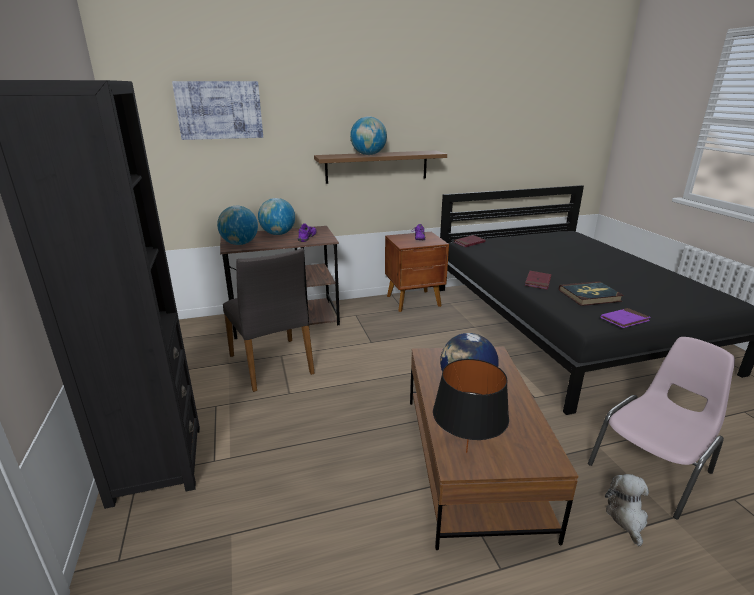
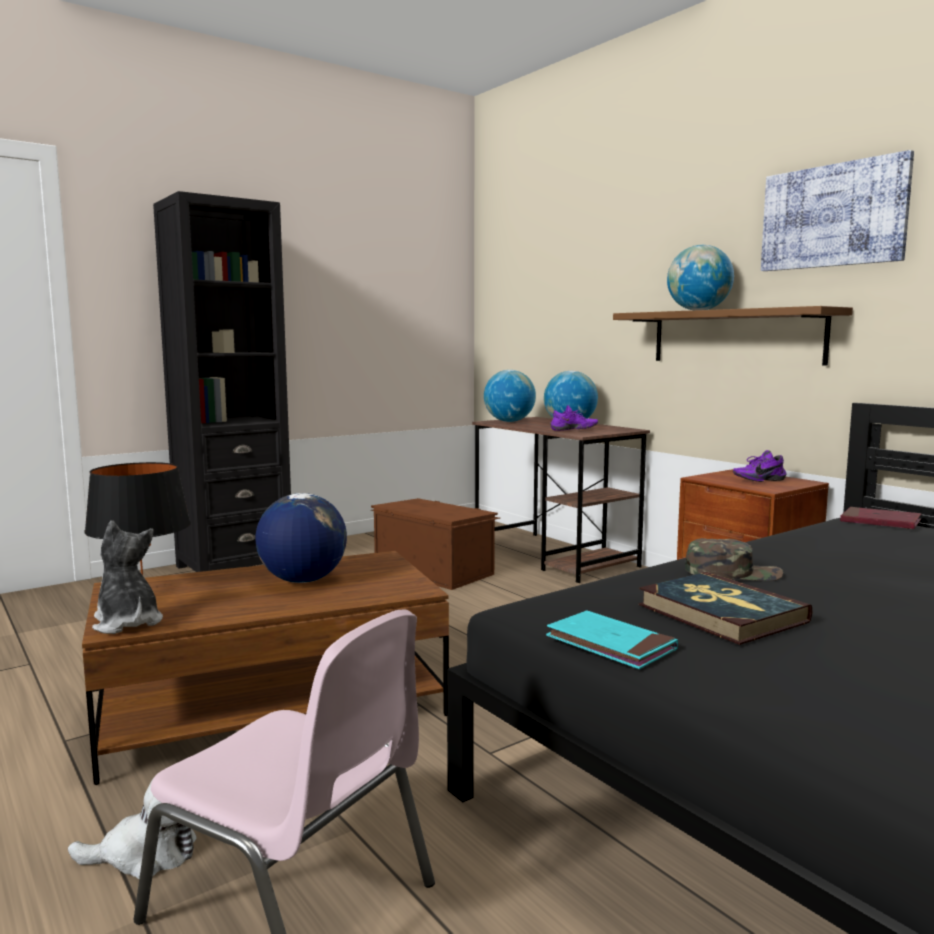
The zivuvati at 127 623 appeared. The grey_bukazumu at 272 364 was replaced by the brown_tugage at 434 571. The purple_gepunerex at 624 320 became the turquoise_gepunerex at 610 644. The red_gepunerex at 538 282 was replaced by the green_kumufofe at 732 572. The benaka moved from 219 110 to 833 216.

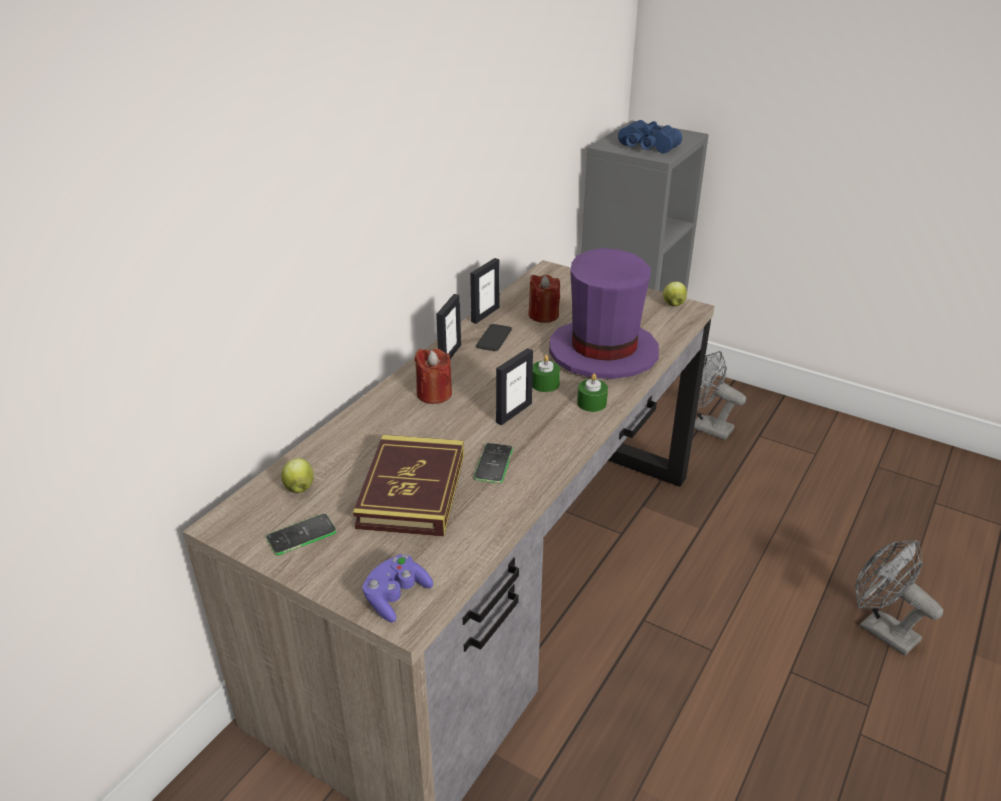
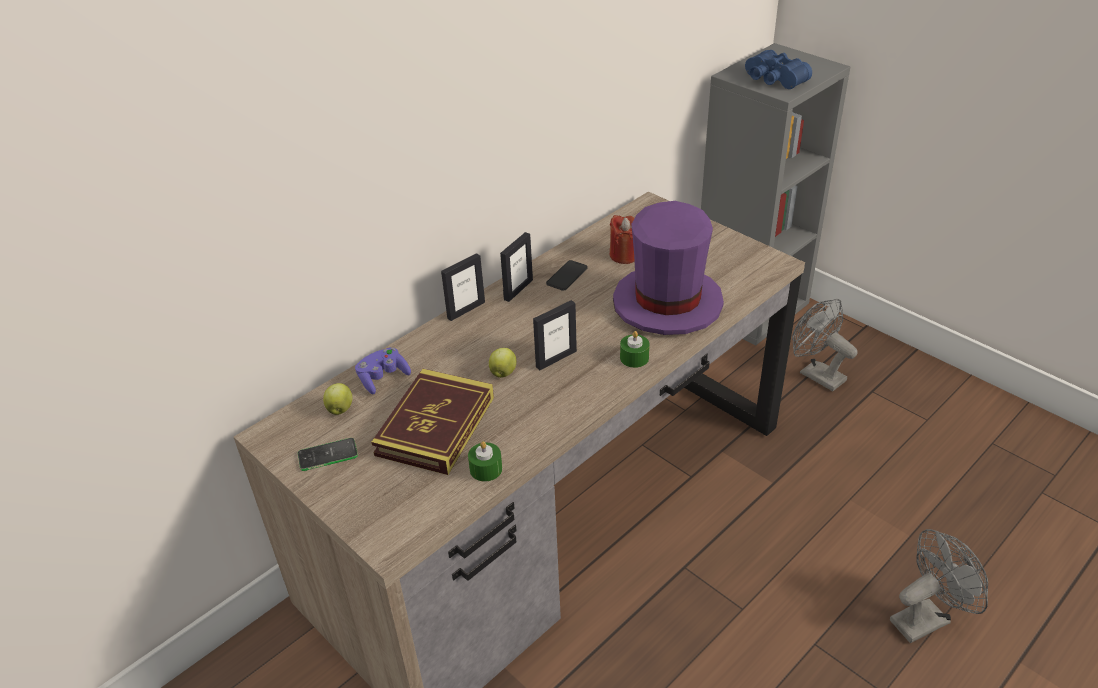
The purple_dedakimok moved from 396 597 to 383 378. The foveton moved from 485 314 to 466 310. The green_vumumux moved from 545 384 to 486 469. The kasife moved from 673 304 to 503 372. The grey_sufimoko at 880 629 turned 90 degrees clockwise. The red_vumumux at 434 394 disappeared. The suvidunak at 493 464 disappeared.

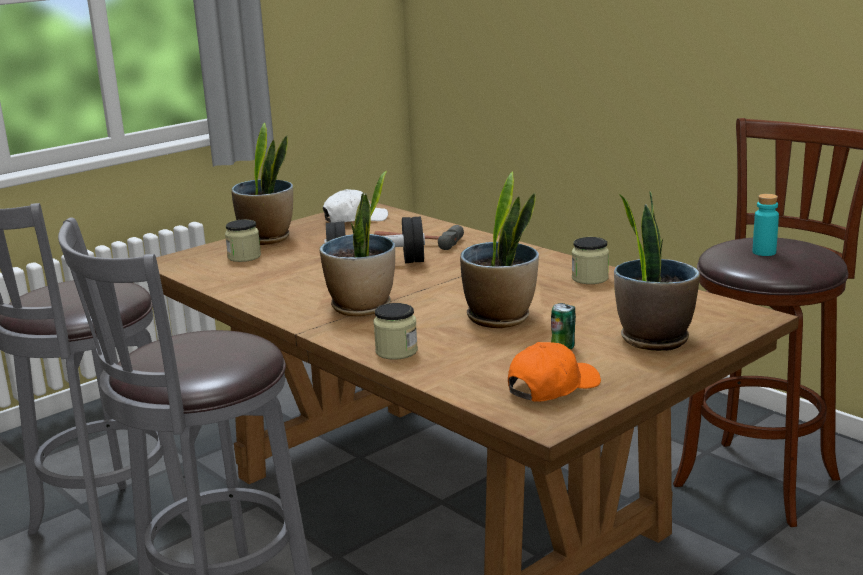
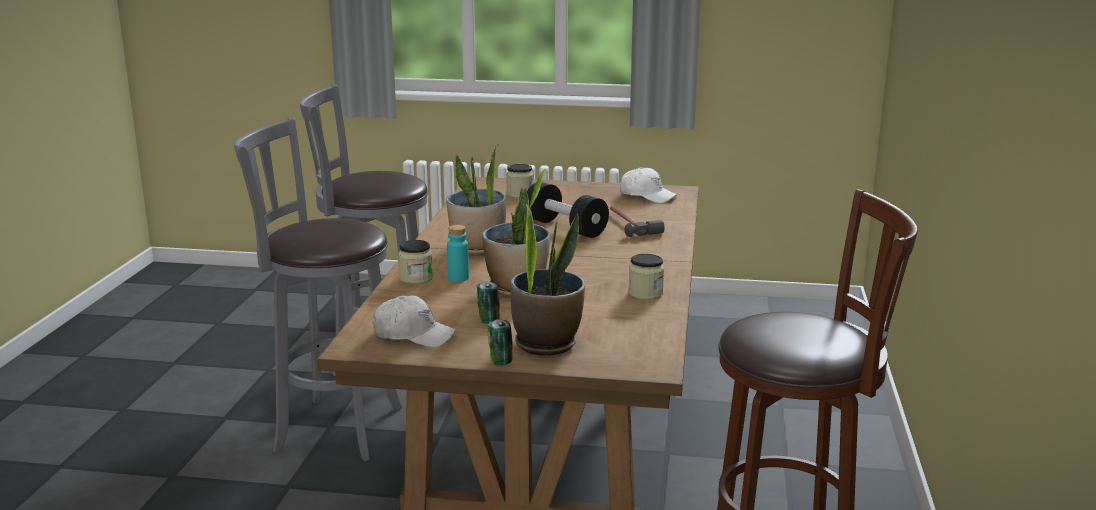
The orange_kumufofe at 552 387 became the white_kumufofe at 413 335. The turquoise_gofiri moved from 764 252 to 458 278. The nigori at 500 361 appeared. The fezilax at 267 238 disappeared.

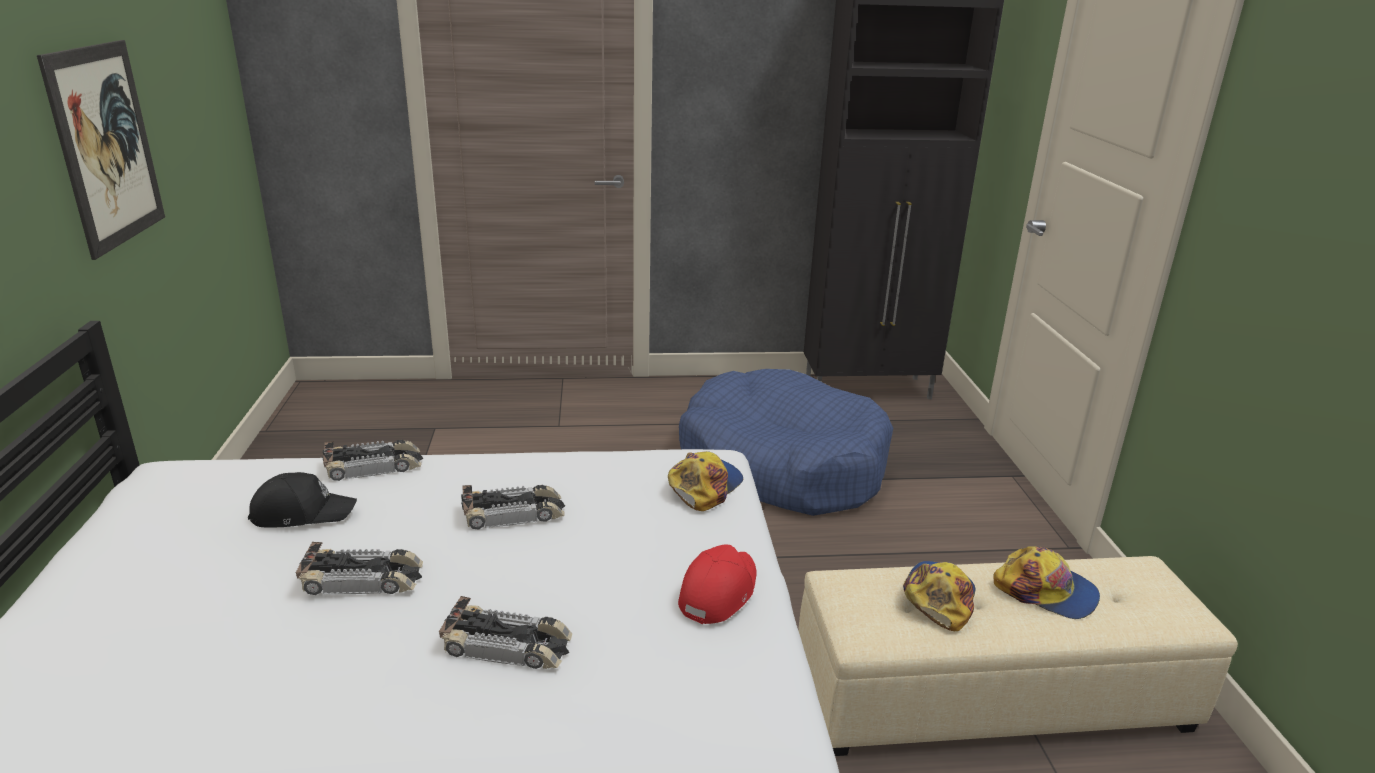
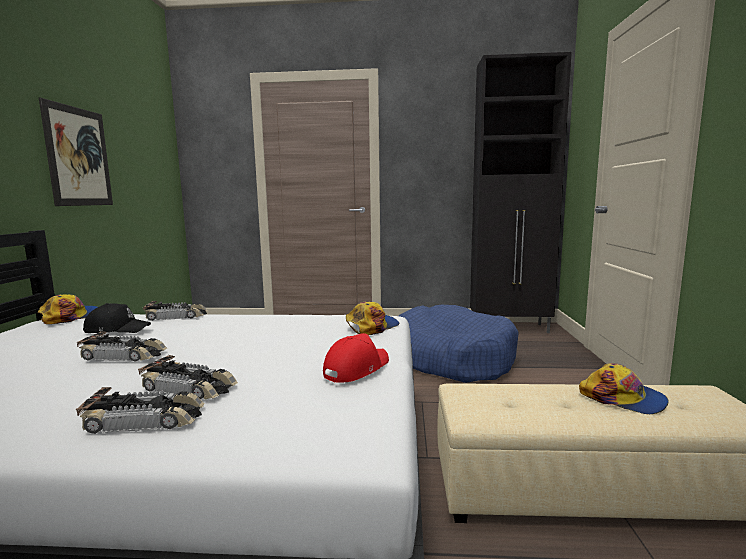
The kumufofe moved from 939 597 to 72 317. The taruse moved from 514 513 to 146 419.

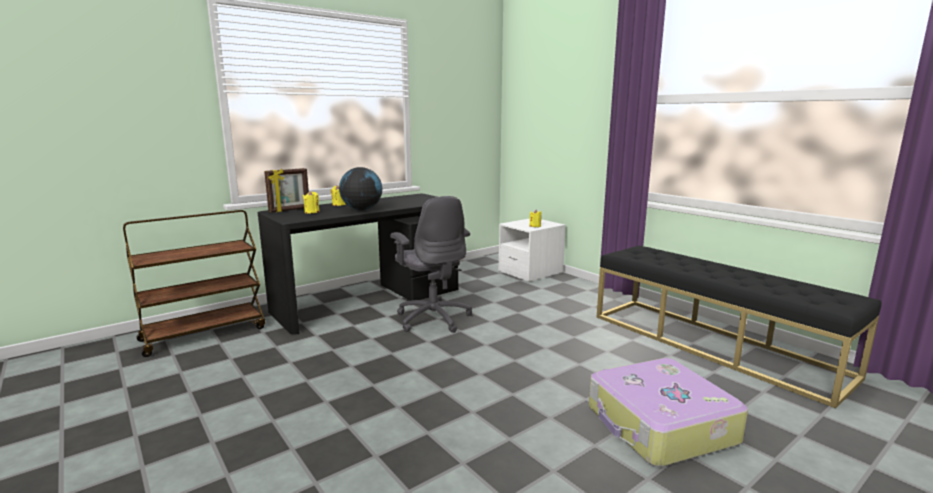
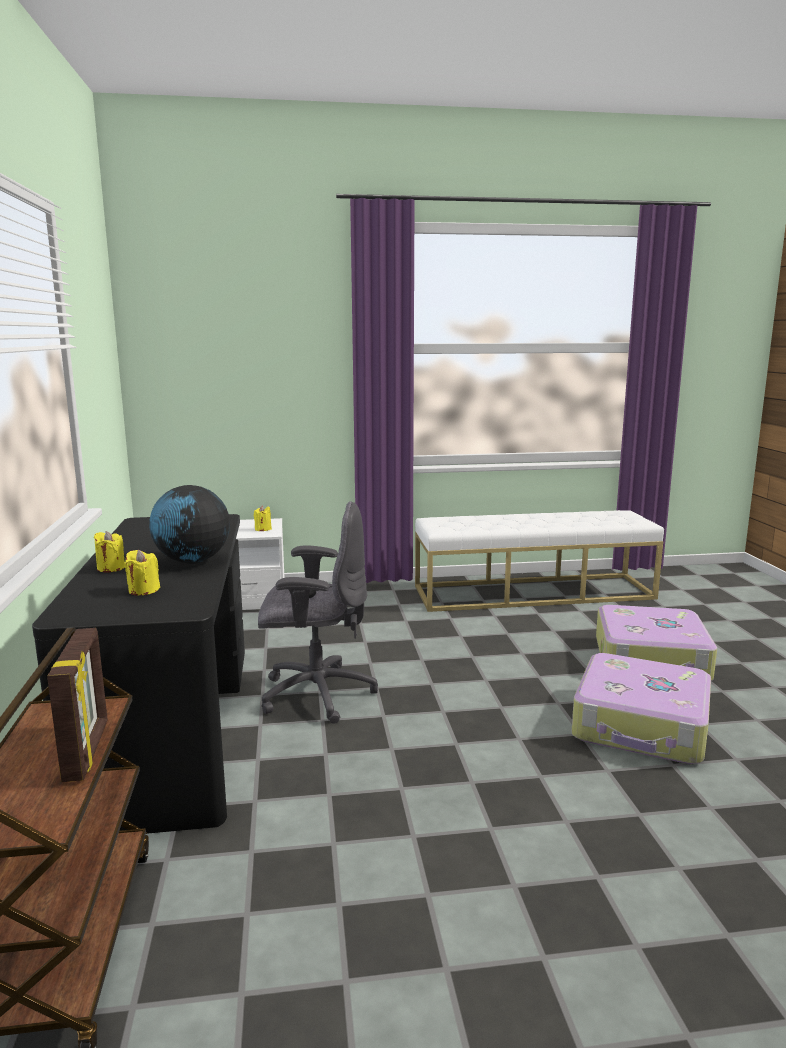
The foveton moved from 289 210 to 88 751. The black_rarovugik at 713 344 became the white_rarovugik at 533 592. The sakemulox at 641 726 appeared.

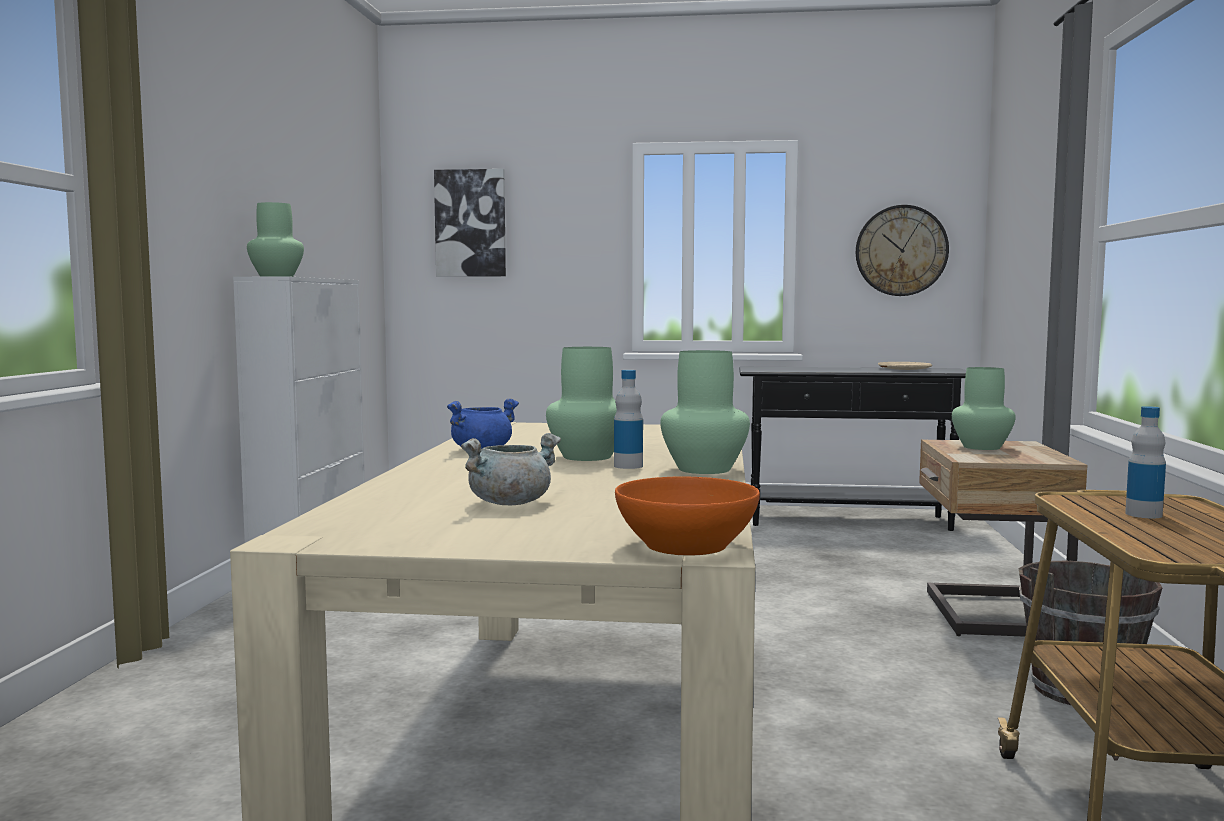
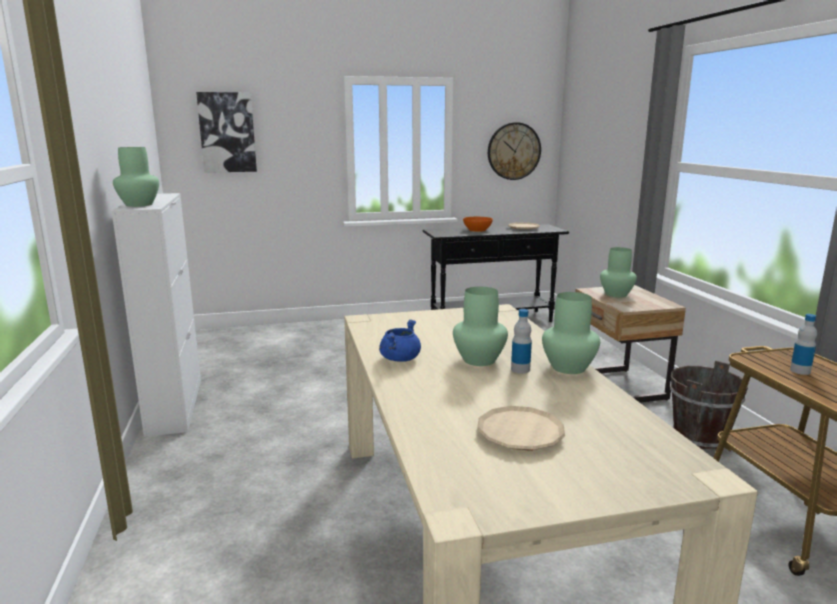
The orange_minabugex moved from 685 545 to 477 230. The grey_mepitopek at 510 503 was replaced by the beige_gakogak at 520 434.

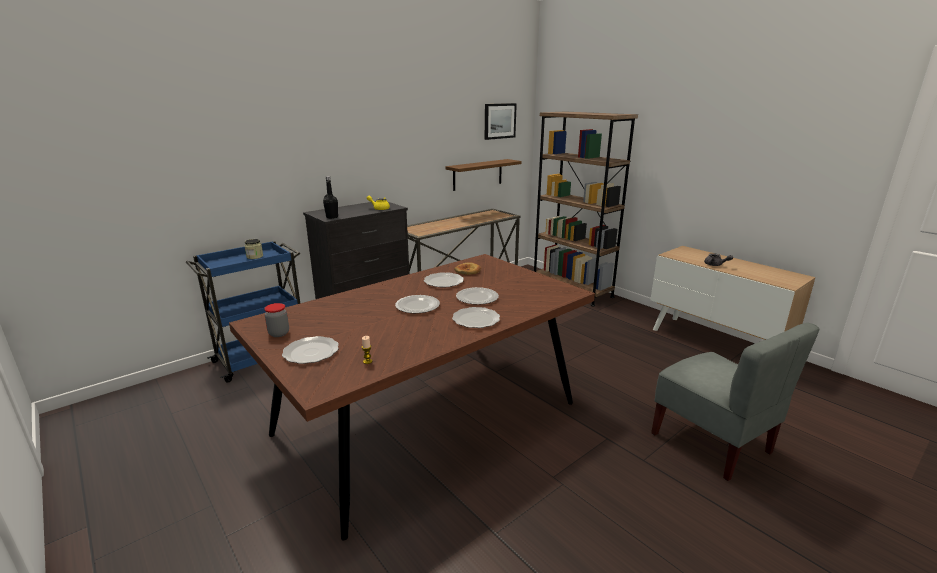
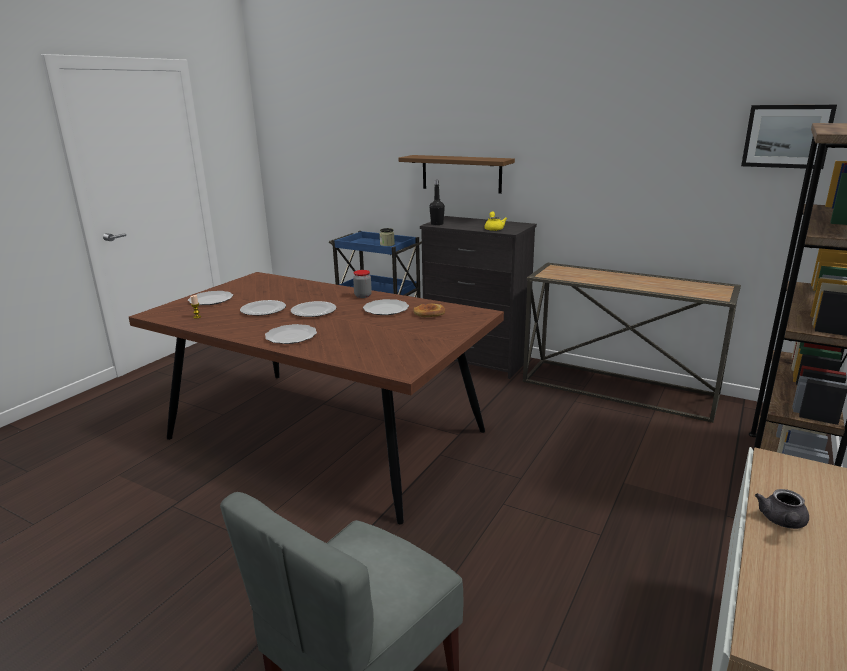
The gakogak moved from 477 298 to 263 310. The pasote moved from 279 333 to 363 296. The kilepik moved from 477 174 to 461 173.

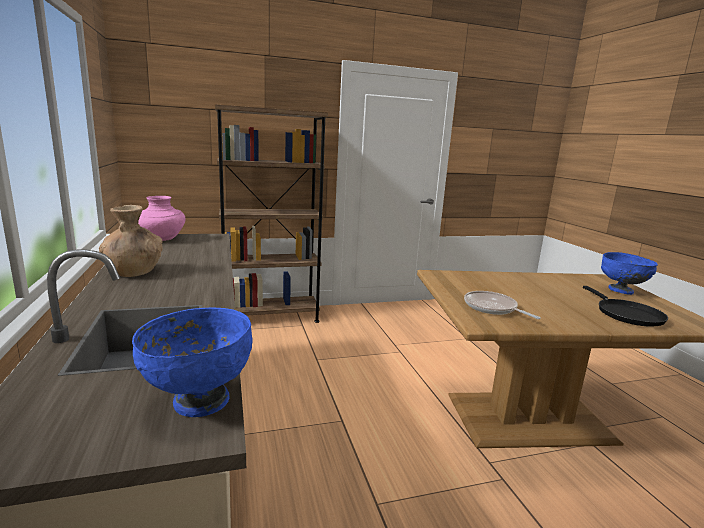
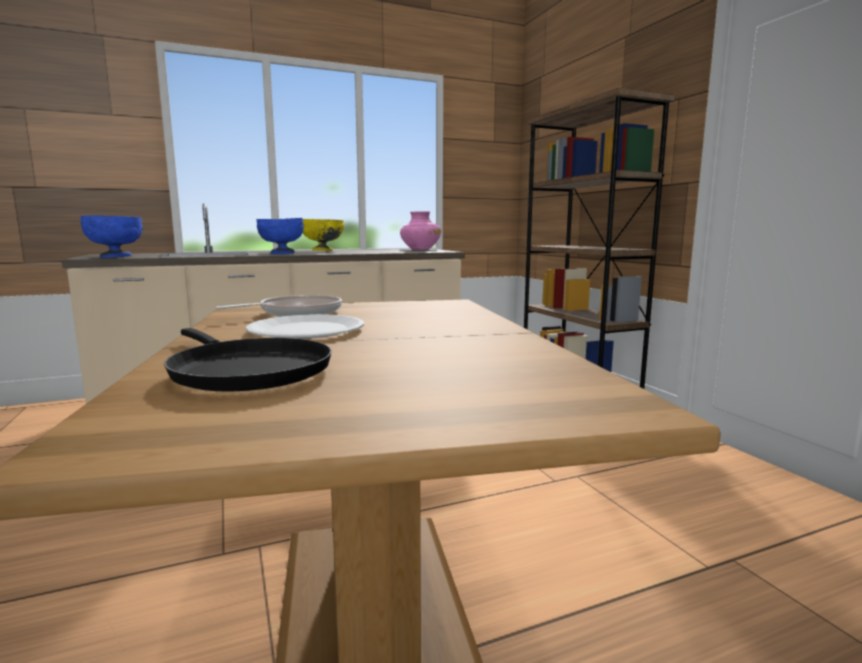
The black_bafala at 626 314 turned 120 degrees counterclockwise. The white_gakogak at 307 330 appeared. The blue_minabugex moved from 621 291 to 282 253. The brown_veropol at 134 272 was replaced by the yellow_minabugex at 323 251.

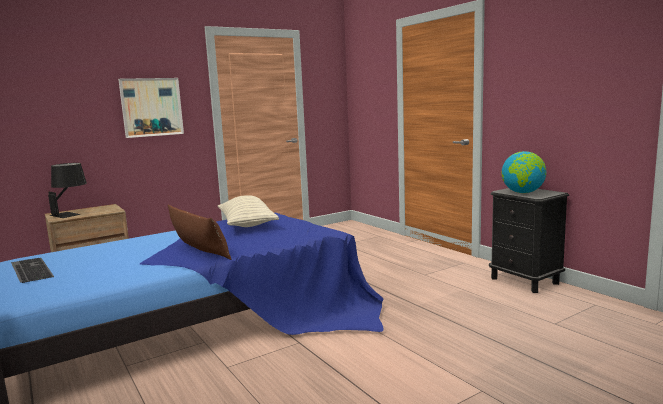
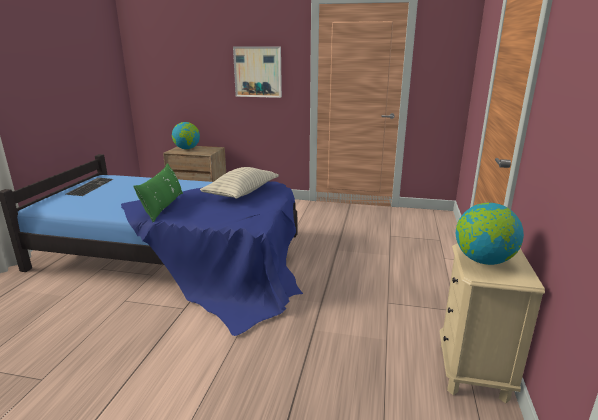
The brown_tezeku at 200 251 became the green_tezeku at 163 206. The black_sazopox at 71 213 was replaced by the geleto at 187 149. The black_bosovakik at 524 281 became the beige_bosovakik at 473 371.

